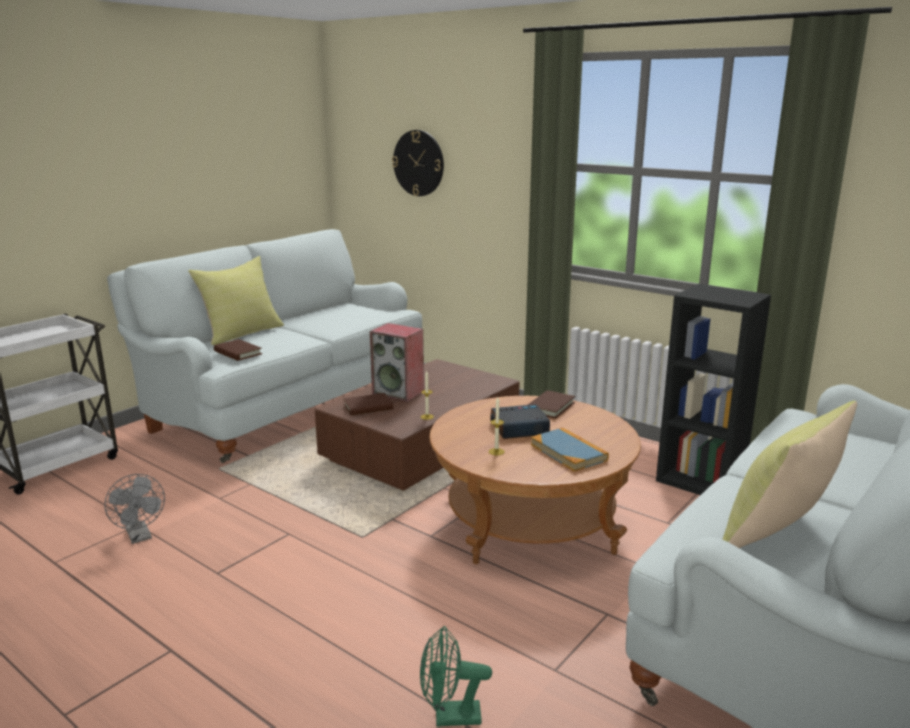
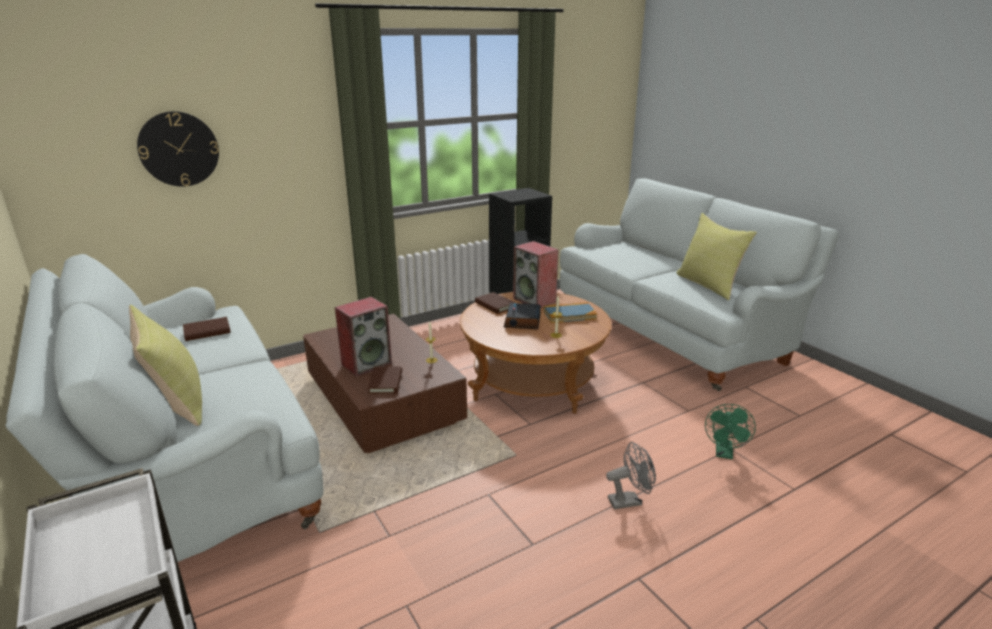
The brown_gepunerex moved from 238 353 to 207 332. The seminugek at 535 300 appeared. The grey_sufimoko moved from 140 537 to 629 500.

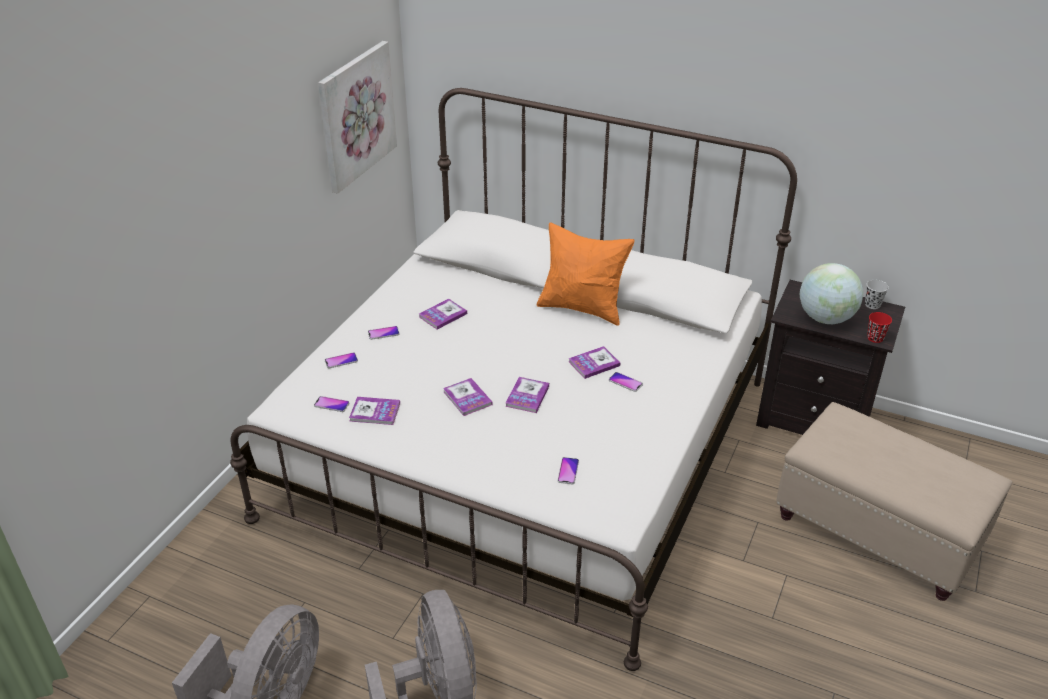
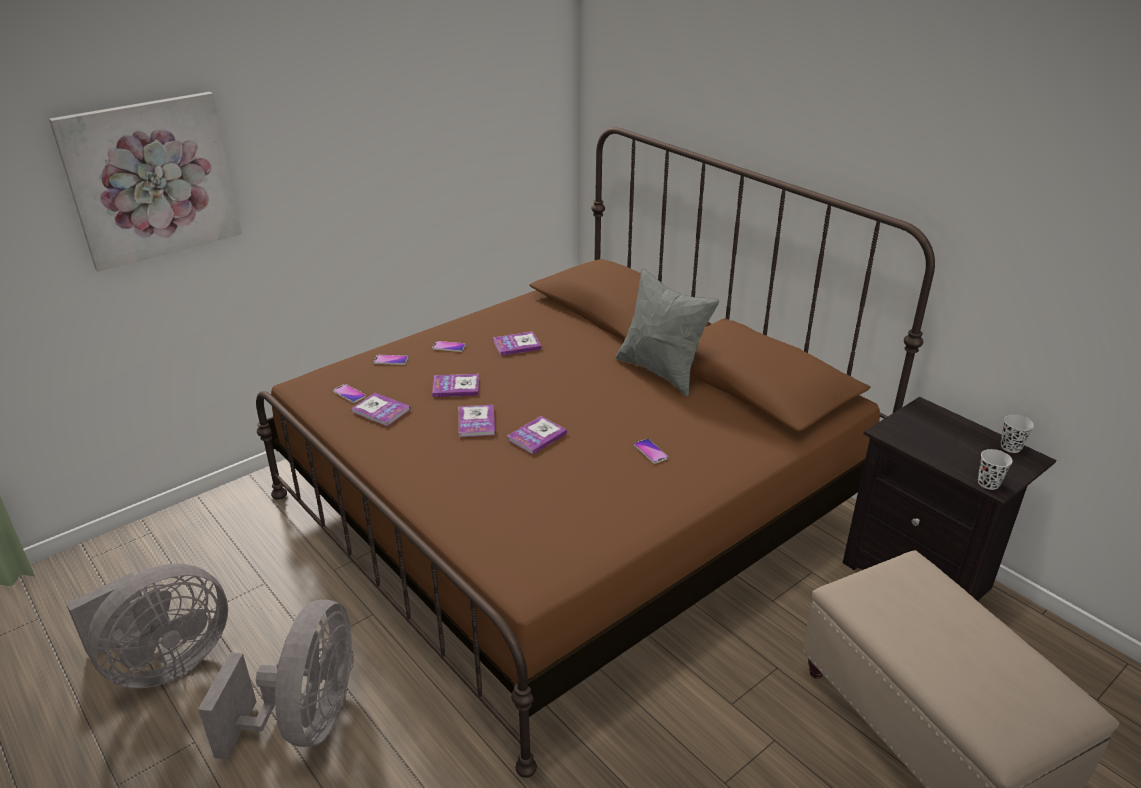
The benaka moved from 356 115 to 151 179. The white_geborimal at 523 446 became the brown_geborimal at 570 507. The gepunerex moved from 594 363 to 456 387. The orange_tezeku at 582 308 became the grey_tezeku at 661 371. The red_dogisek at 875 338 became the black_dogisek at 988 483. The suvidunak at 568 471 disappeared. The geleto at 825 318 disappeared.

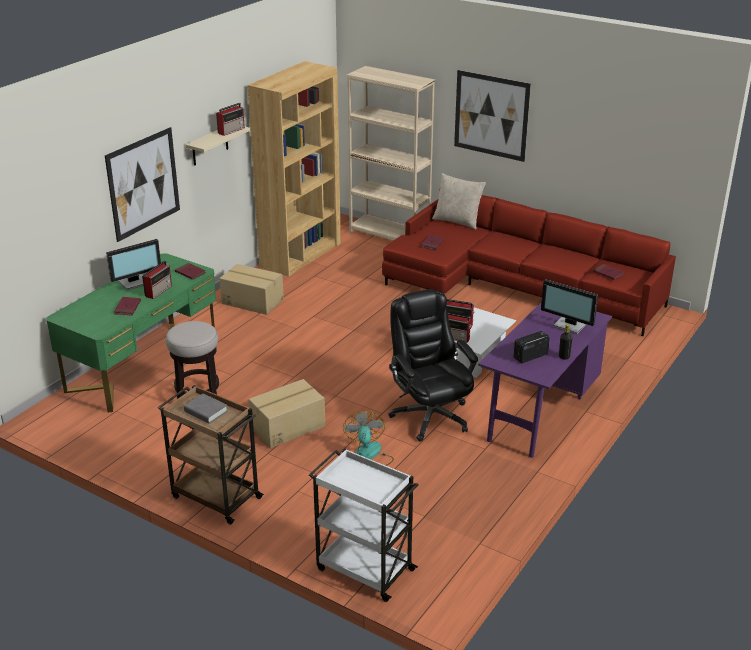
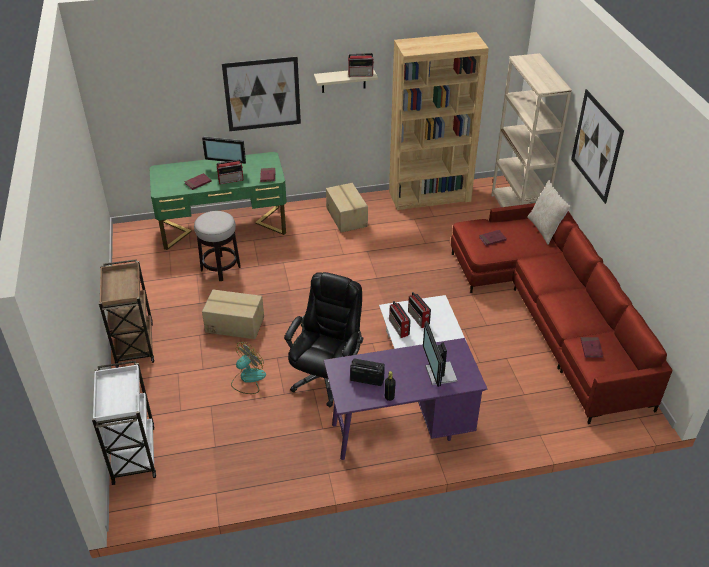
The grey_gepunerex at 206 411 disappeared.

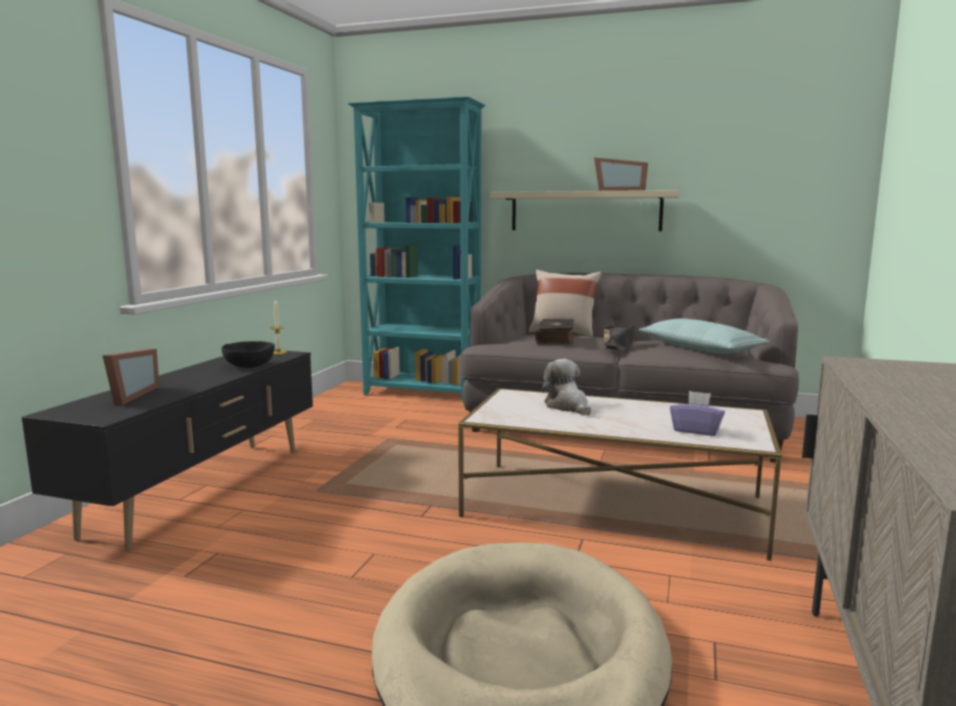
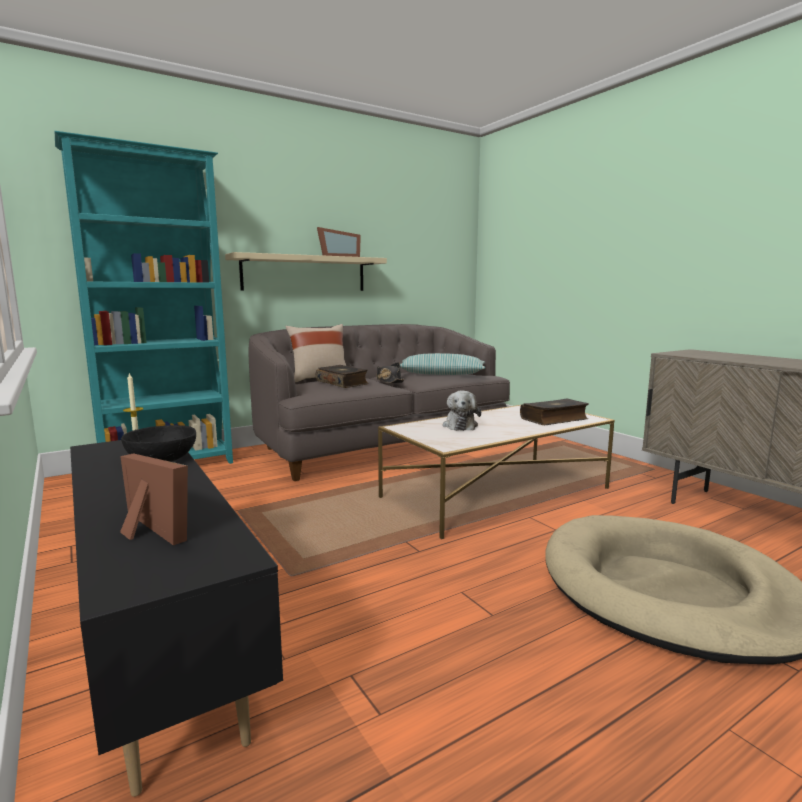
The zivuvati at 567 406 turned 105 degrees counterclockwise. The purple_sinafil at 696 430 was replaced by the gepunerex at 554 419.

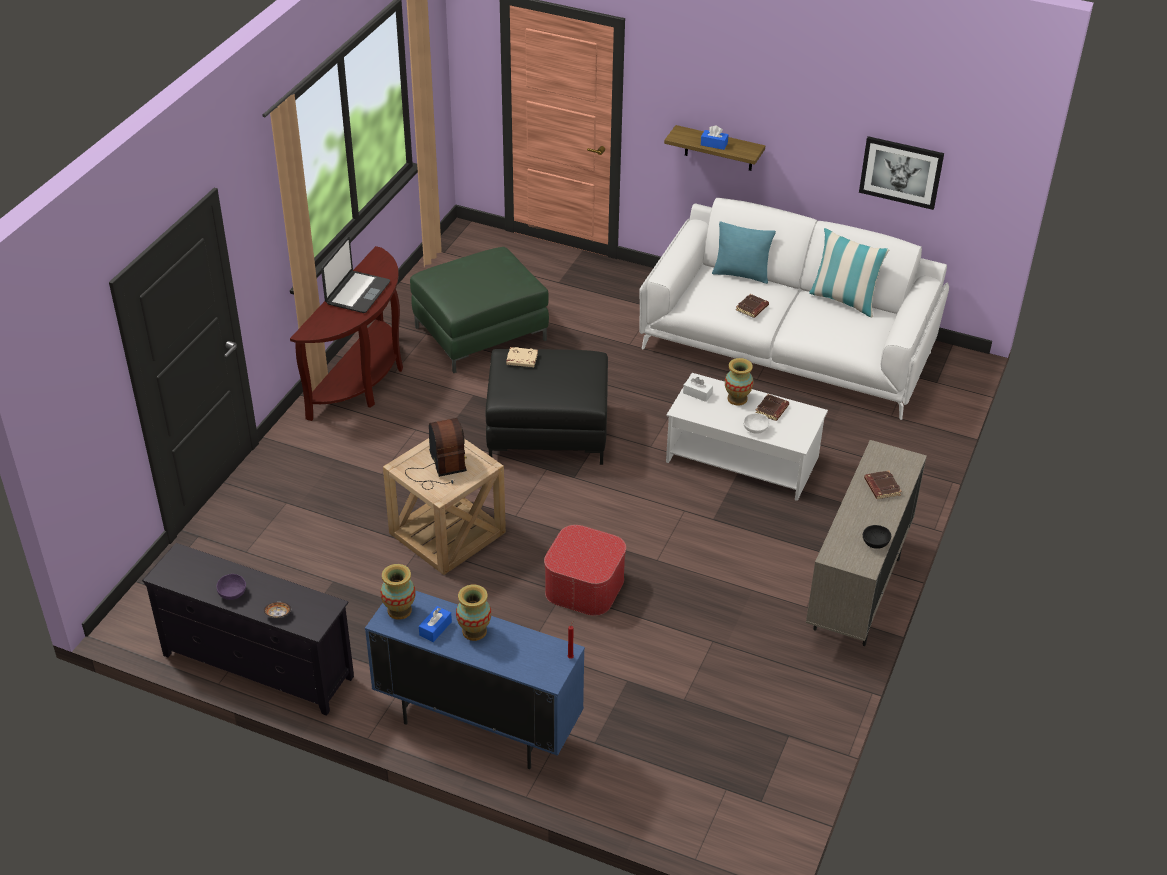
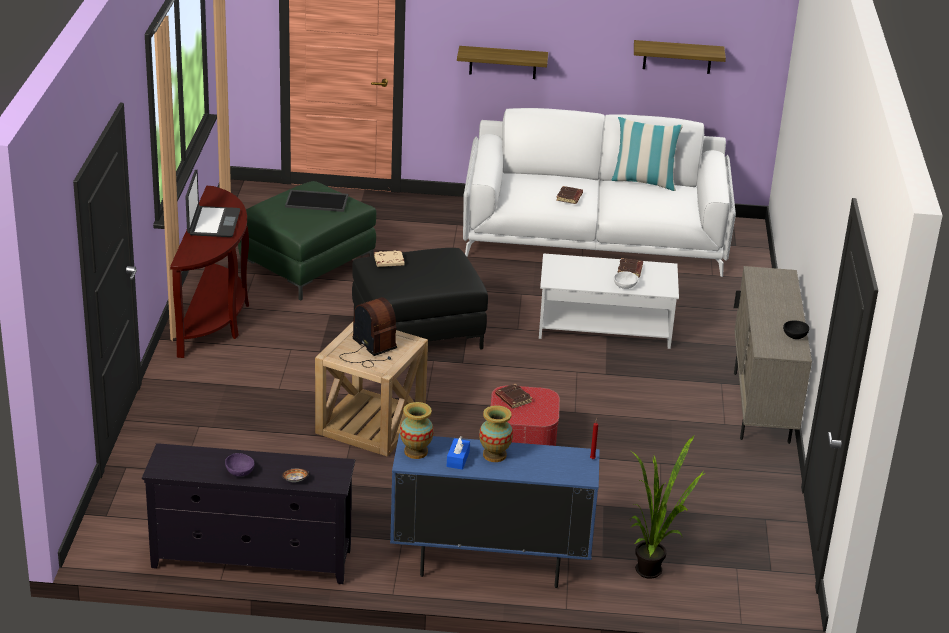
The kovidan at 317 201 appeared. The brown_gepunerex moved from 881 487 to 512 399. The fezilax at 654 570 appeared. The benaka at 901 172 was replaced by the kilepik at 677 57. The white_sinafil at 697 393 disappeared. The blue_sinafil at 714 144 disappeared. The turquoise_tezeku at 741 274 disappeared. The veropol at 737 399 disappeared.

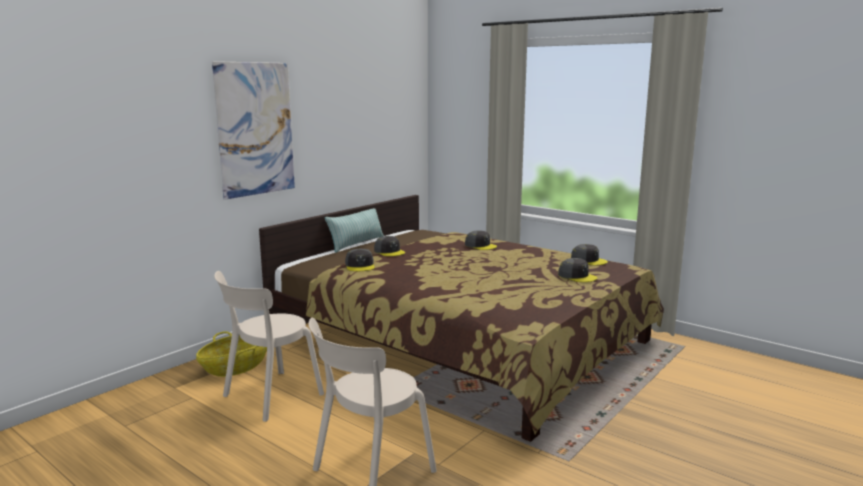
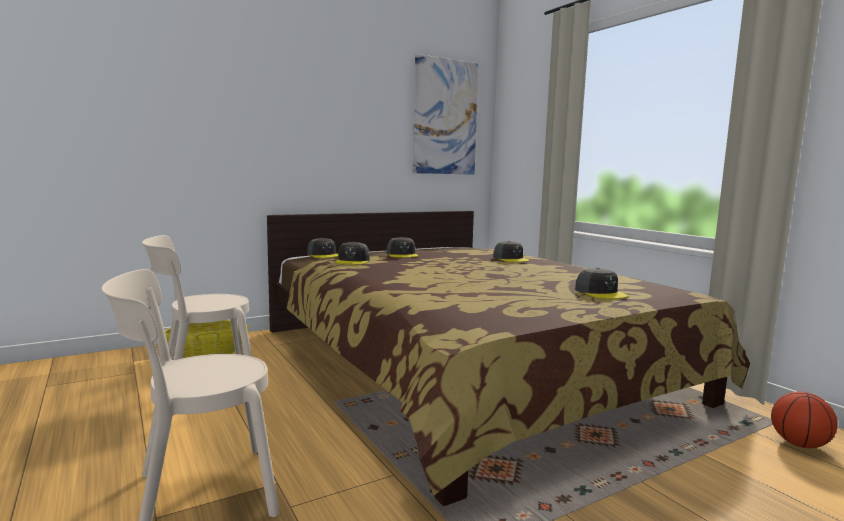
The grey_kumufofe moved from 588 260 to 323 255. The benaka moved from 255 129 to 445 117. The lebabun at 799 444 appeared. The tezeku at 356 244 disappeared.

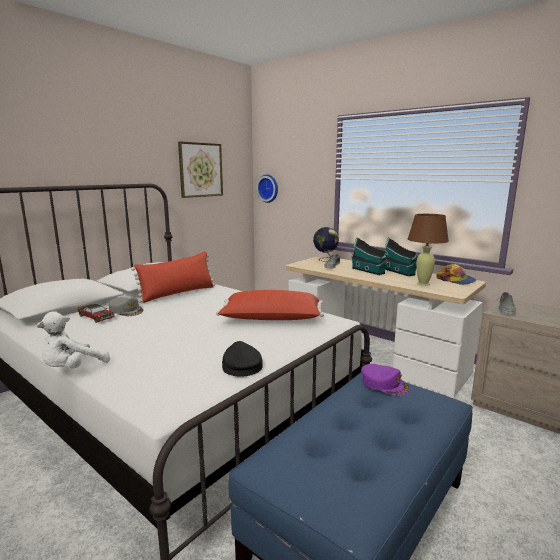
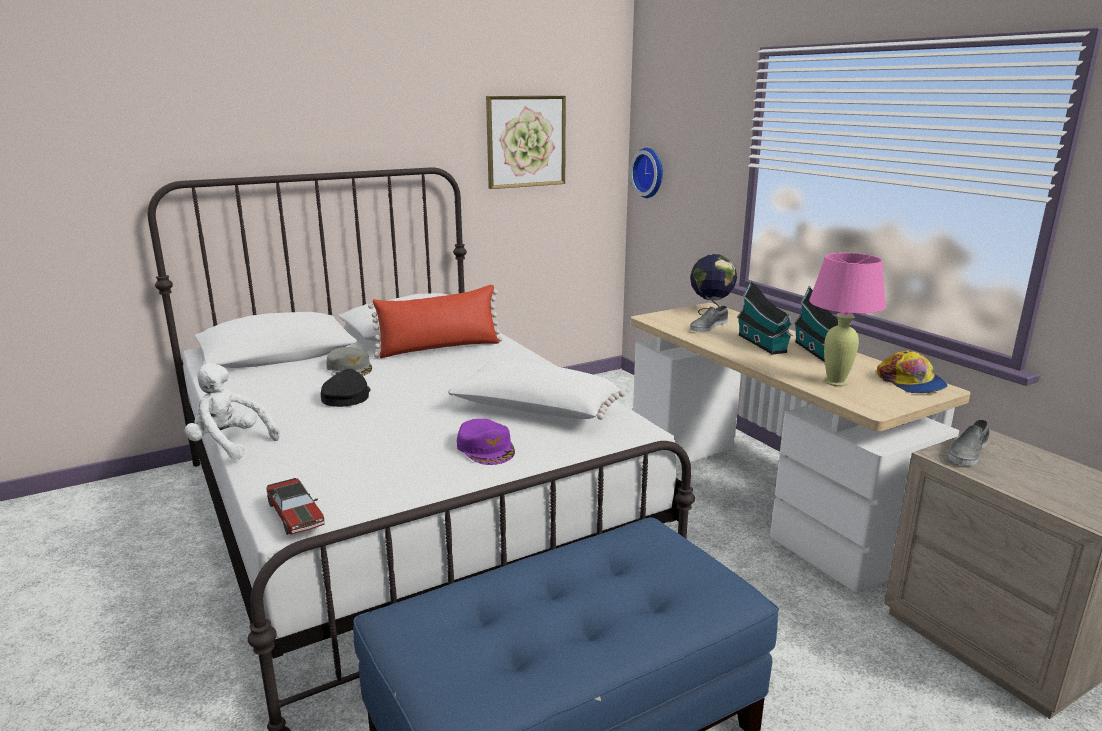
The white_zivuvati at 73 369 turned 60 degrees clockwise. The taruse moved from 96 317 to 296 515. The black_kumufofe moved from 241 365 to 346 396. The red_tezeku at 271 320 became the white_tezeku at 535 412. The purple_kumufofe moved from 384 384 to 486 448. The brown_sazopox at 423 284 became the pink_sazopox at 835 382.

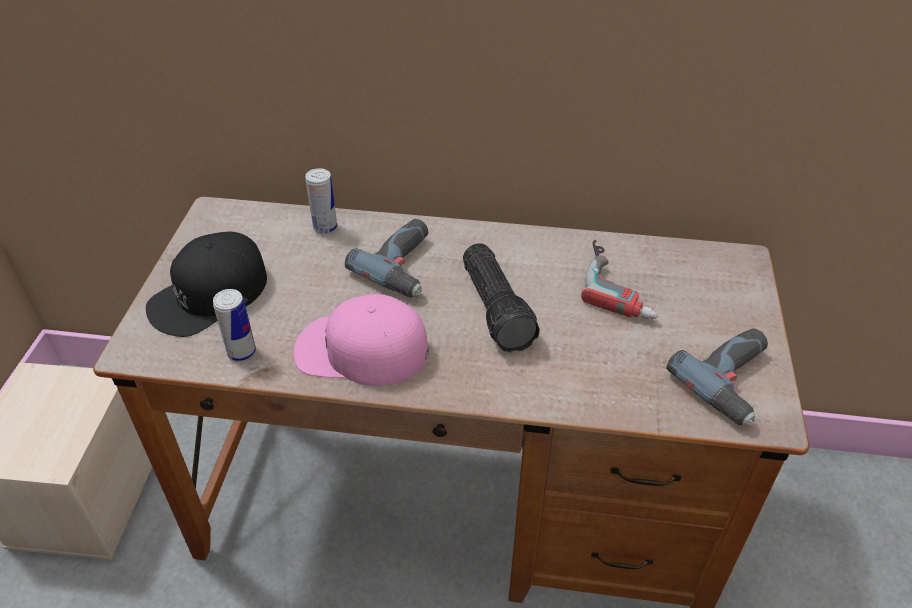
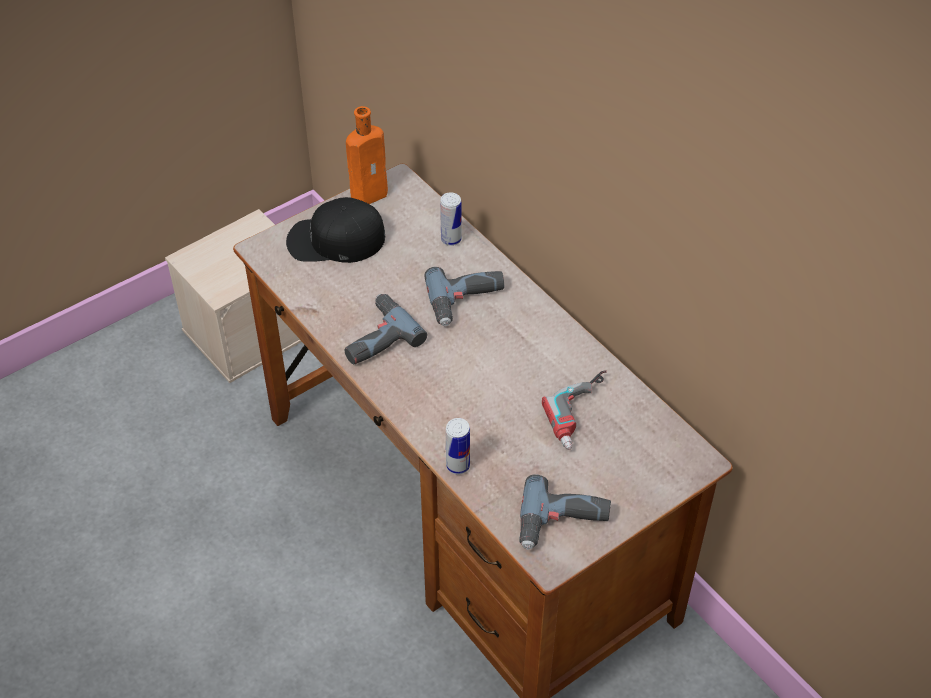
The pink_kumufofe at 361 350 was replaced by the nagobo at 375 337. The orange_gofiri at 371 194 appeared. The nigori moved from 242 353 to 458 466. The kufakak at 498 308 disappeared.

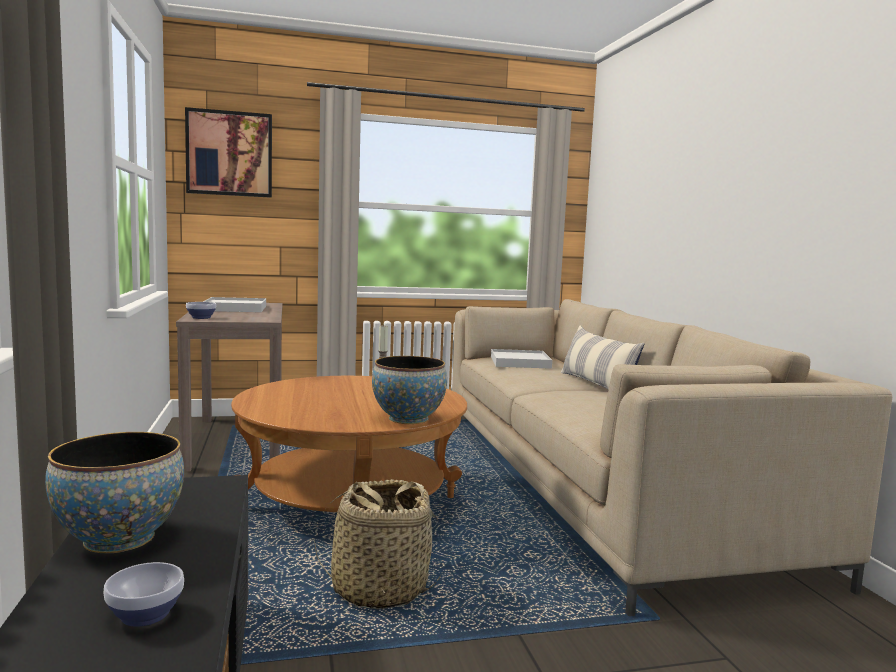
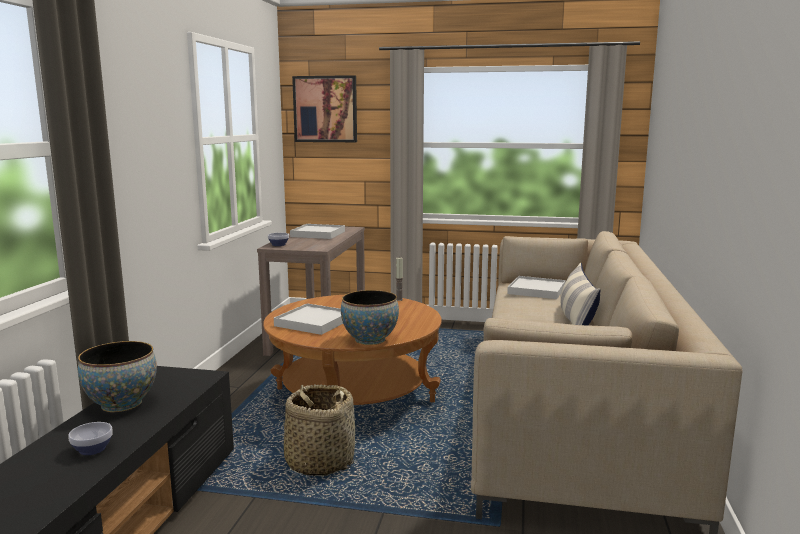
The white_kovidan at 314 322 appeared.

